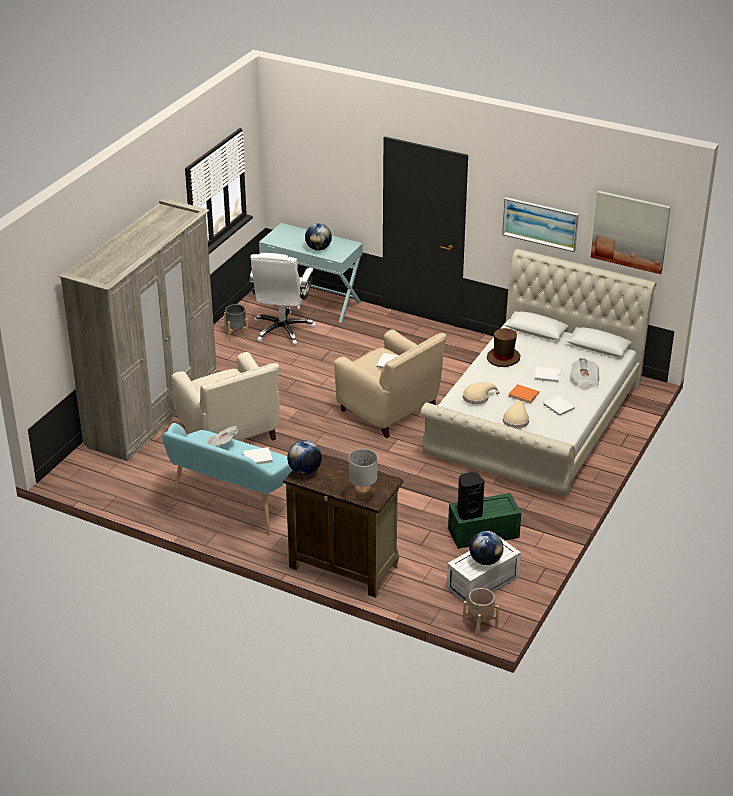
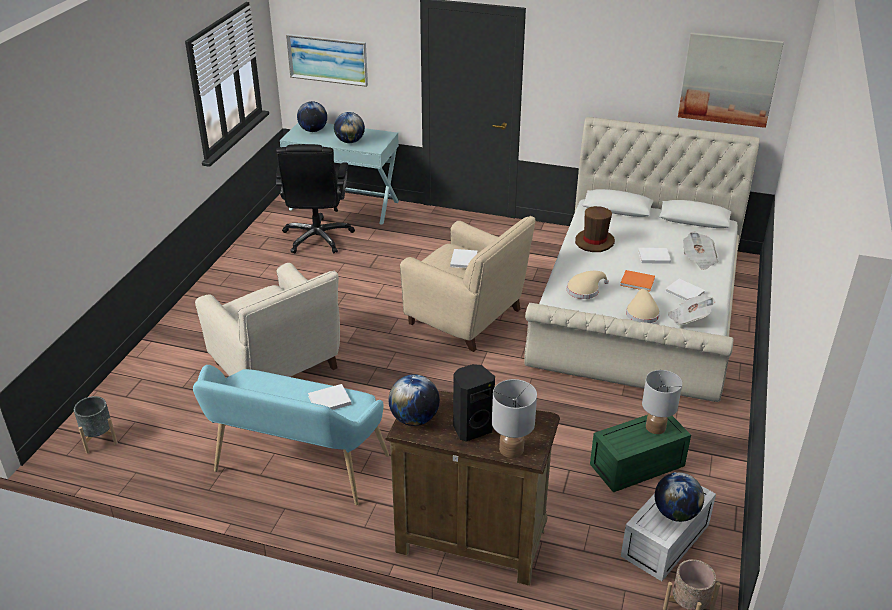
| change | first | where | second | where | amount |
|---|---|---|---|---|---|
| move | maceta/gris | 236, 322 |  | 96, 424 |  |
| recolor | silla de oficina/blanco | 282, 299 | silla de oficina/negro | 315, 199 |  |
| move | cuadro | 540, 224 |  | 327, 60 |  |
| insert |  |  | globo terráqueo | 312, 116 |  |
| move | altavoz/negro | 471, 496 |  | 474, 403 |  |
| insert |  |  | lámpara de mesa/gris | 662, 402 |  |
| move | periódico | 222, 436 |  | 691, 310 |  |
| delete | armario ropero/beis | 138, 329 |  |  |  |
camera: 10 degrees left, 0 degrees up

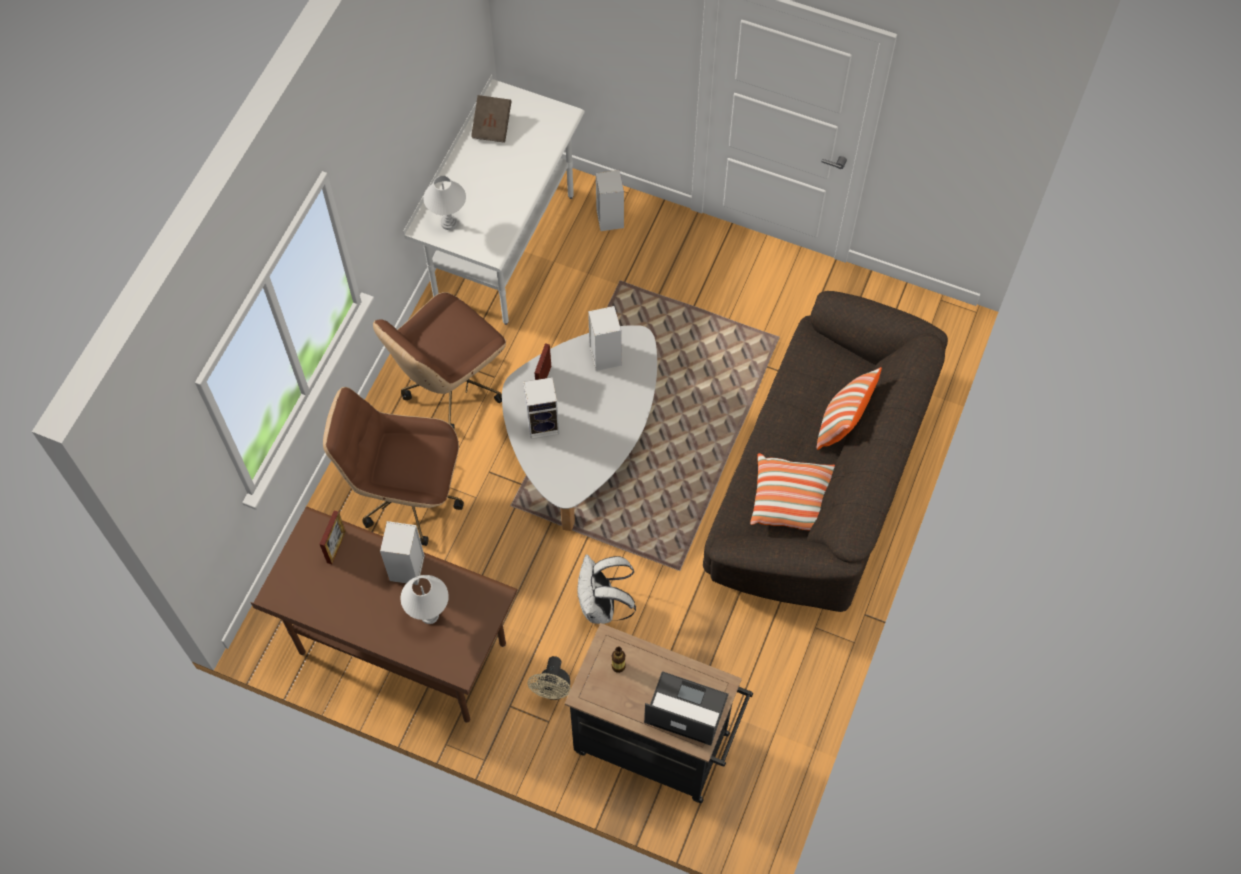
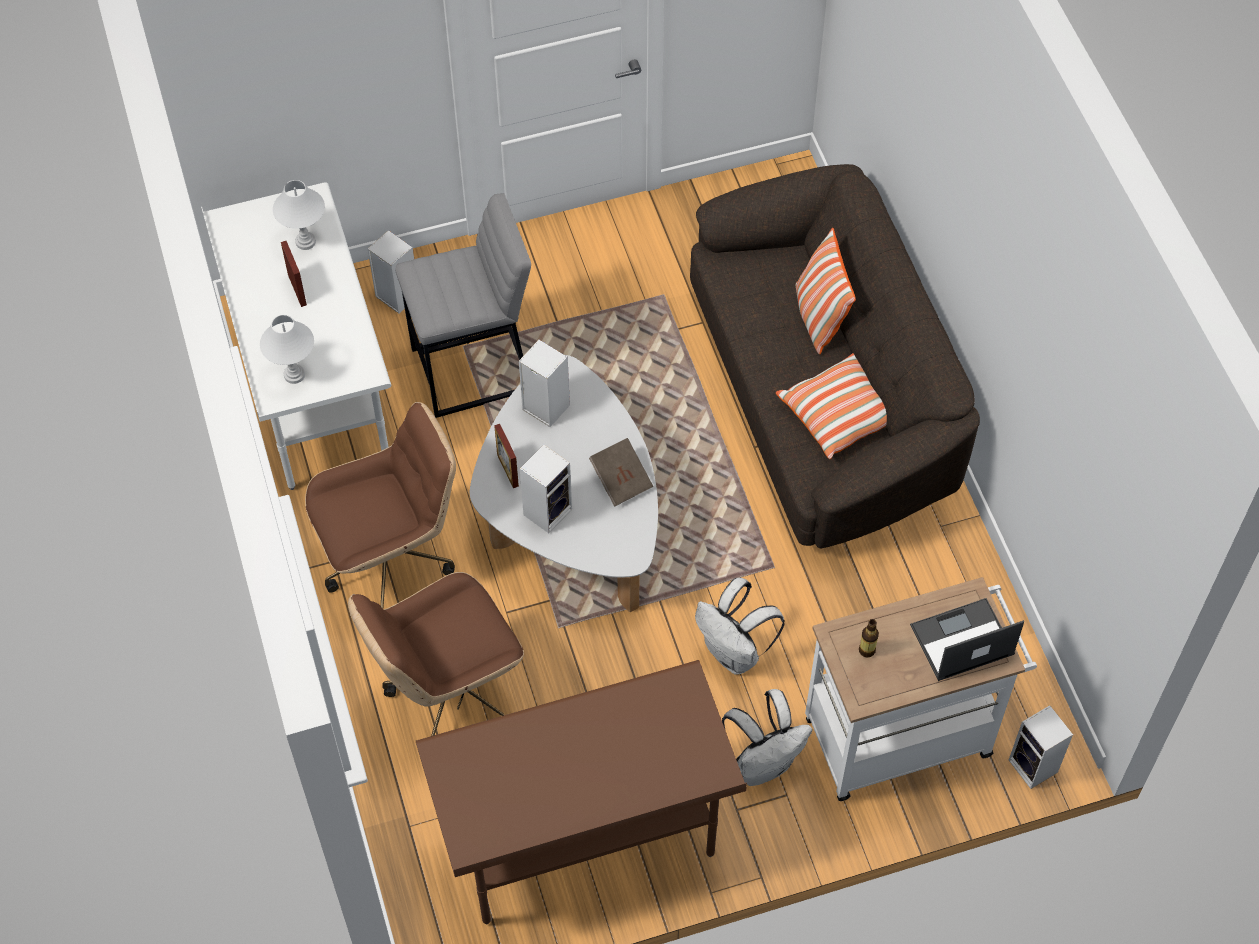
| change | first | where | second | where | amount |
|---|---|---|---|---|---|
| move | lámpara de mesa/blanco | 425, 599 |  | 299, 215 |  |
| move | portarretratos | 333, 537 |  | 294, 274 |  |
| rotate | silla de oficina/marrón | 439, 361 |  | 380, 505 | 120 degrees counterclockwise |
| insert |  |  | taburete/gris | 463, 305 |  |
| move | libro/marrón | 491, 119 |  | 621, 472 |  |
| replace | ventilador/beis | 549, 678 | mochila/blanco | 767, 737 |  |
| recolor | carrito/negro | 659, 713 | carrito/blanco | 921, 689 |  |
| move | altavoz | 402, 553 |  | 1041, 747 |  |
camera: 40 degrees left, 5 degrees down

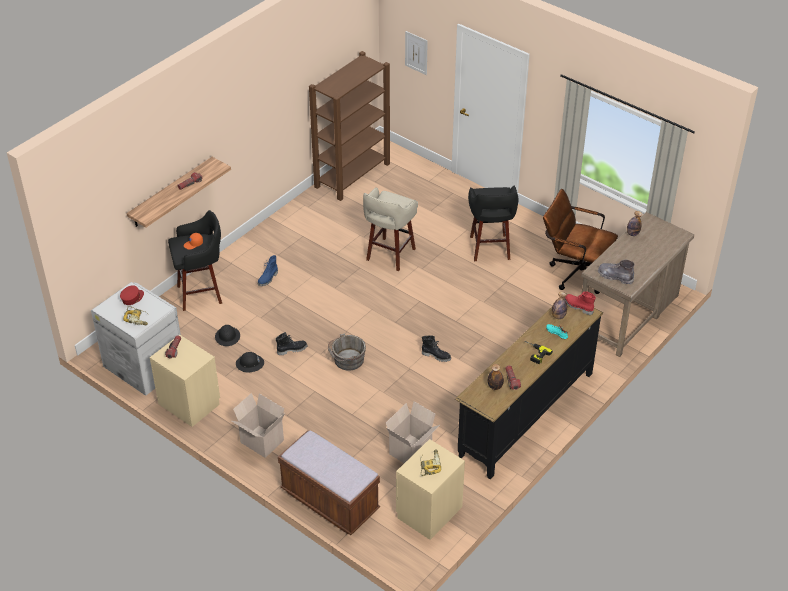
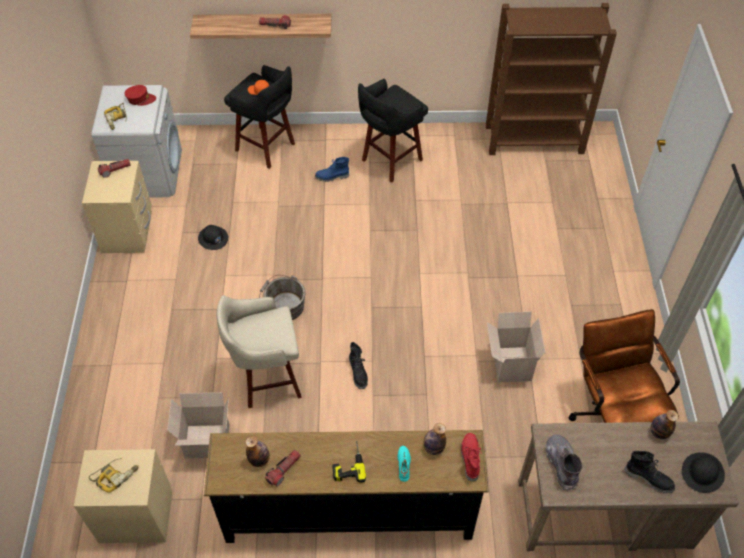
| change | first | where | second | where | amount |
|---|---|---|---|---|---|
| move | taburete/beis | 390, 229 |  | 259, 351 |  |
| move | taburete/negro | 493, 223 |  | 393, 131 |  |
| move | caja de cartón | 258, 425 |  | 516, 347 |  |
| move | bota/negro | 292, 344 |  | 650, 472 |  |
| move | casco/negro | 227, 335 |  | 703, 472 |  |
| delete | banco/marrón | 329, 482 |  |  |  |
| delete | cuadro | 416, 53 |  |  |  |
camera: 50 degrees right, 10 degrees up

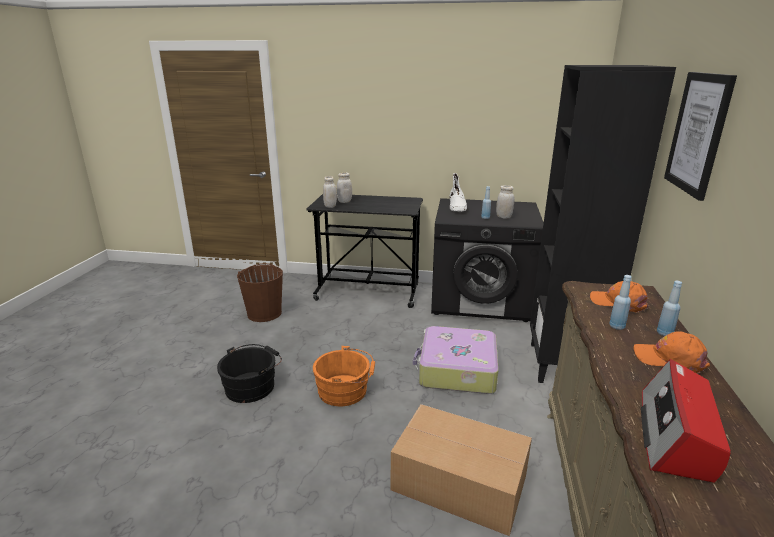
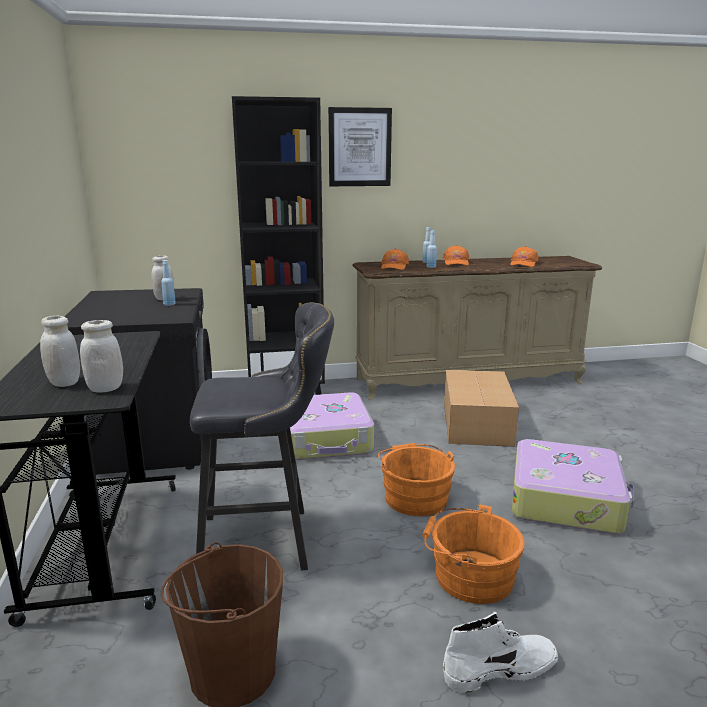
| change | first | where | second | where | amount |
|---|---|---|---|---|---|
| insert |  |  | taburete/negro | 262, 436 |  |
| recolor | cubo/negro | 249, 373 | cubo/naranja | 473, 554 |  |
| move | bota/blanco | 459, 192 |  | 500, 652 |  |
| replace | radio | 686, 421 | gorra/naranja | 524, 256 |  |
| insert |  |  | maleta | 573, 486 |  |
camera: 110 degrees left, 5 degrees down

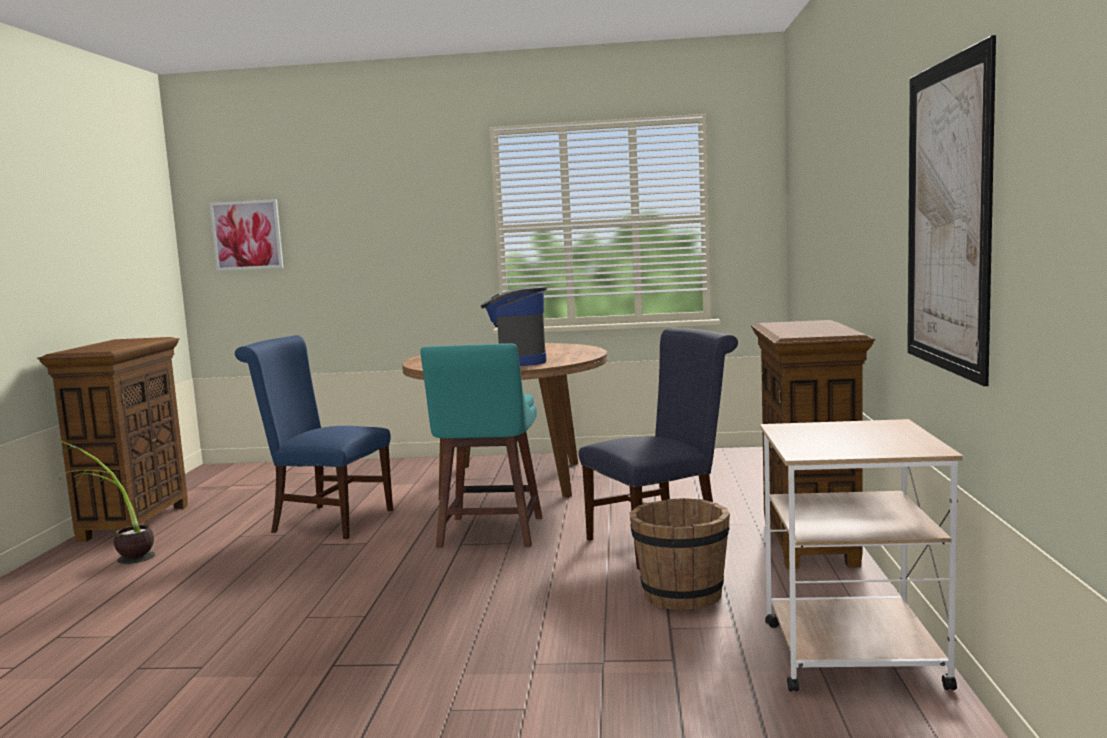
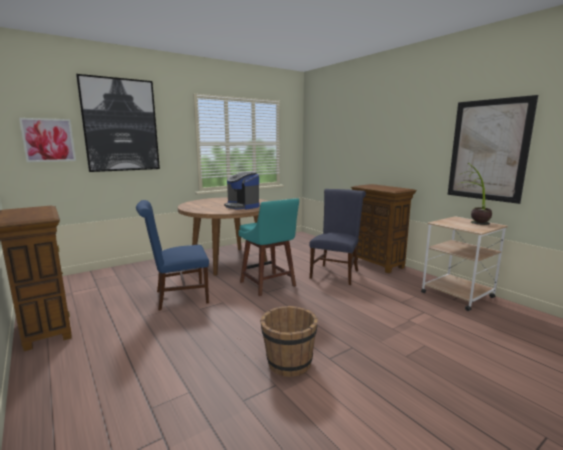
| change | first | where | second | where | amount |
|---|---|---|---|---|---|
| insert |  |  | cuadro | 118, 123 |  |
| move | cubo/marrón | 680, 554 |  | 289, 341 |  |
| move | planta en maceta | 105, 502 |  | 474, 194 |  |
camera: 40 degrees left, 5 degrees up

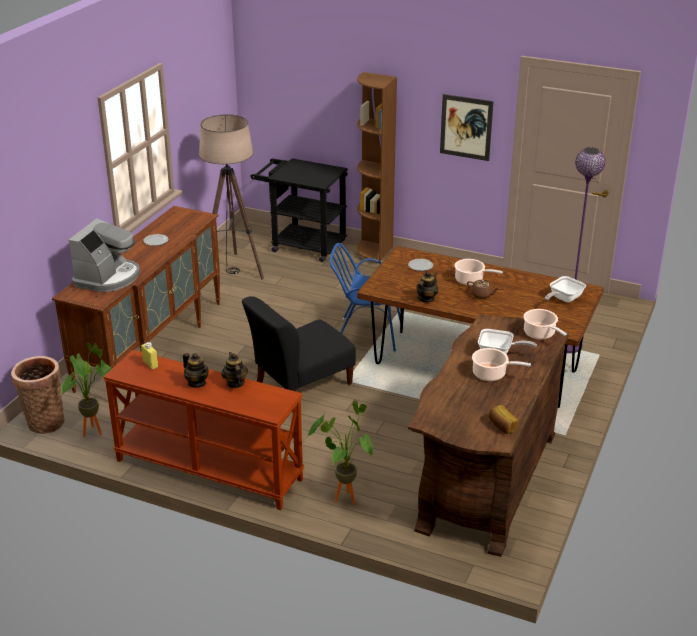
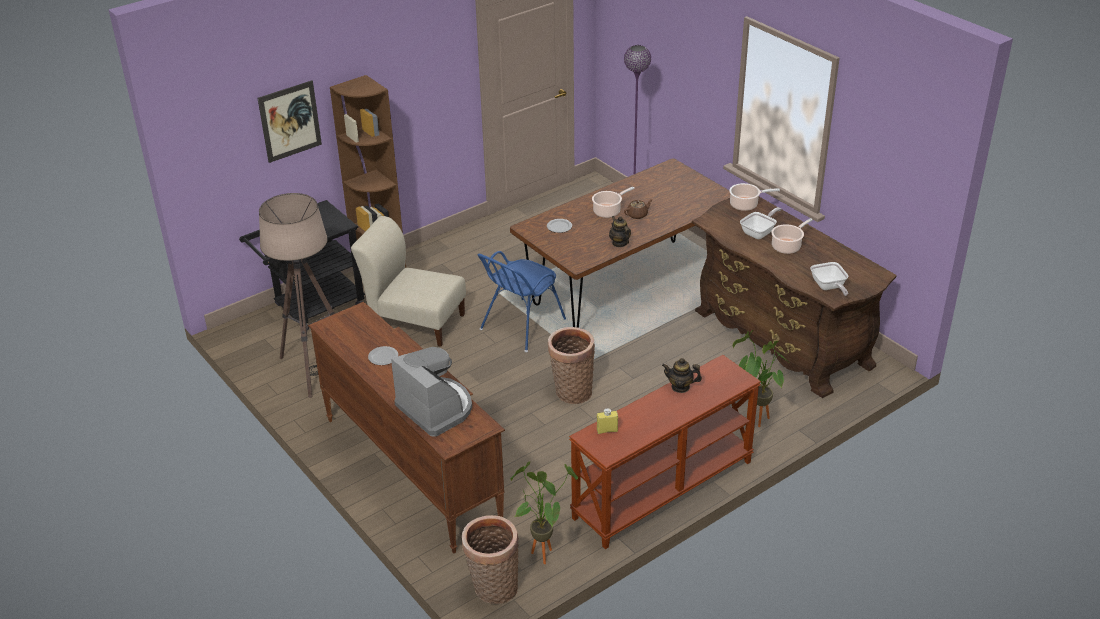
| change | first | where | second | where | amount |
|---|---|---|---|---|---|
| move | cuadro | 467, 127 |  | 290, 121 |  |
| insert |  |  | silla/beis | 408, 281 |  |
| replace | silla/negro | 299, 343 | cesta | 571, 365 |  |
| move | sartén | 565, 289 |  | 829, 279 |  |
| delete | tetera | 196, 370 |  |  |  |
| delete | pan | 503, 419 |  |  |  |
camera: 60 degrees left, 5 degrees up

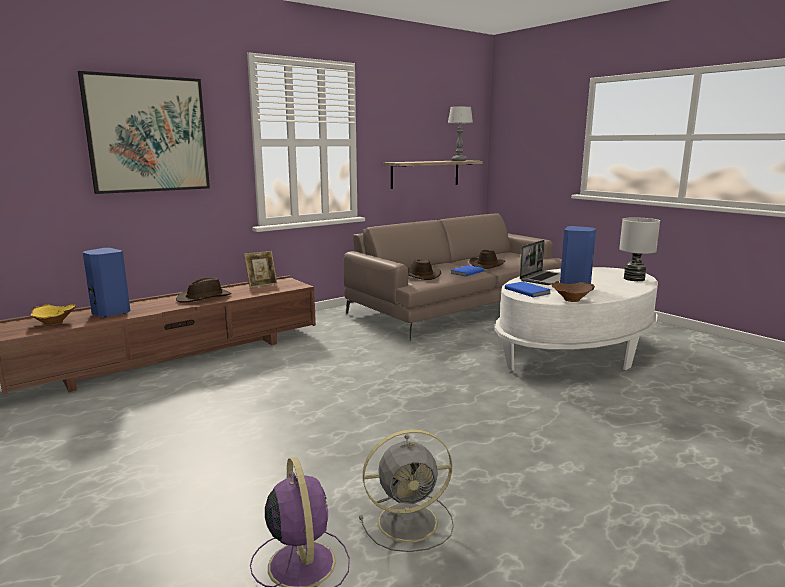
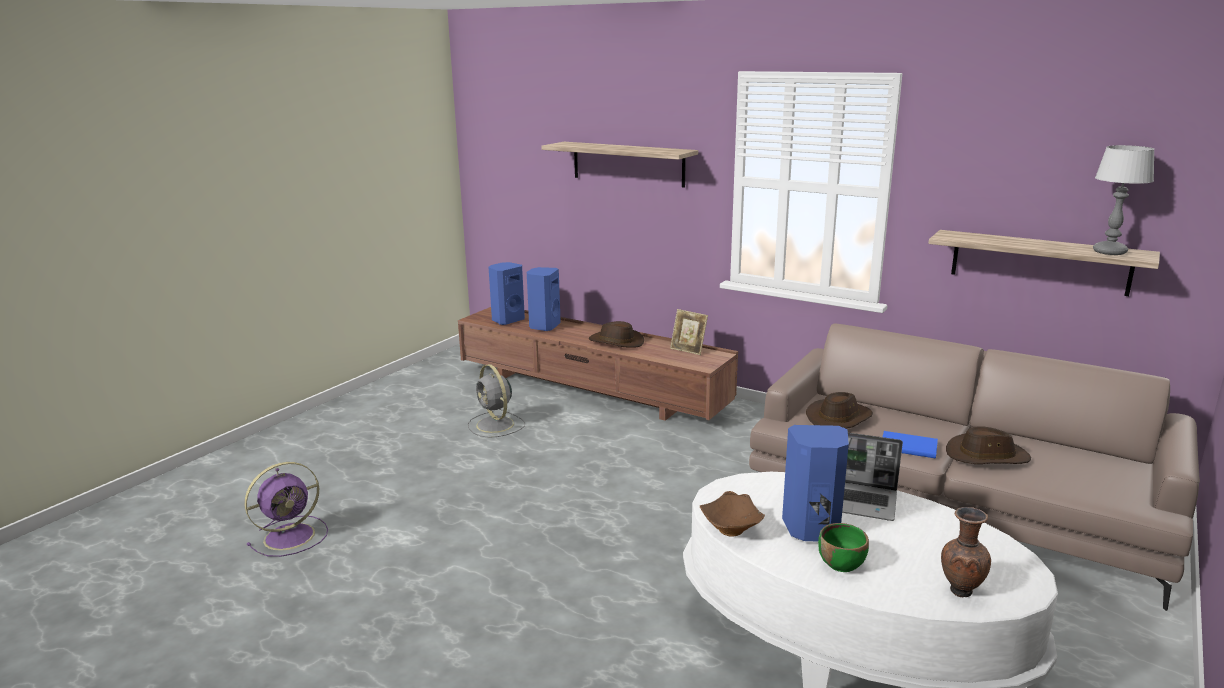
| change | first | where | second | where | amount |
|---|---|---|---|---|---|
| move | ventilador/gris | 406, 490 |  | 496, 401 |  |
| replace | cuenco/amarillo | 52, 315 | altavoz/azul | 507, 293 |  |
| replace | cuadro | 144, 132 | estante | 619, 165 |  |
| insert |  |  | cuenco/verde | 843, 547 |  |
| replace | lámpara de mesa/gris | 639, 249 | florero/marrón | 966, 552 |  |
| delete | libro/azul | 528, 289 |  |  |  |
camera: 70 degrees right, 5 degrees up

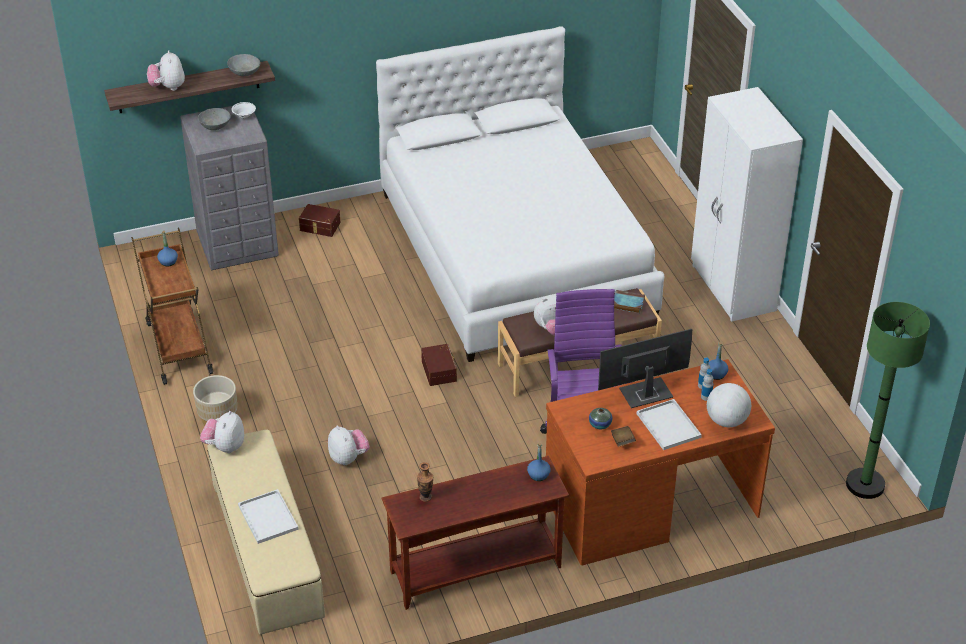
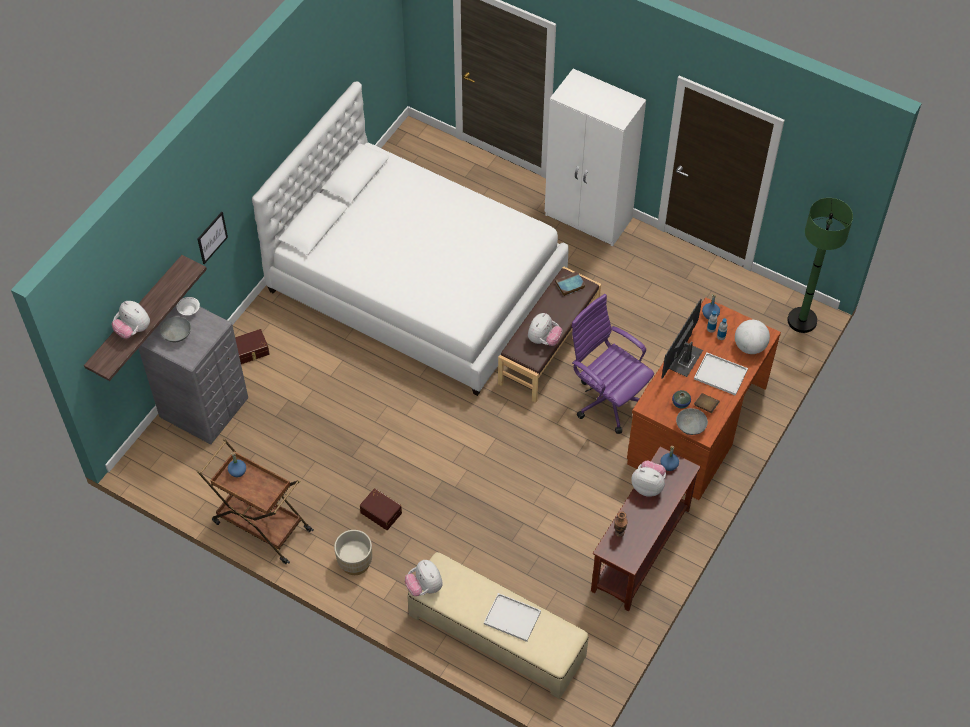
| change | first | where | second | where | amount |
|---|---|---|---|---|---|
| insert |  |  | cuadro | 213, 238 |  |
| move | caja de almacenaje/marrón | 439, 365 |  | 381, 509 |  |
| move | peluche | 349, 445 |  | 649, 478 |  |
| move | cuenco/gris | 243, 65 |  | 692, 421 |  |
camera: 40 degrees left, 15 degrees up

